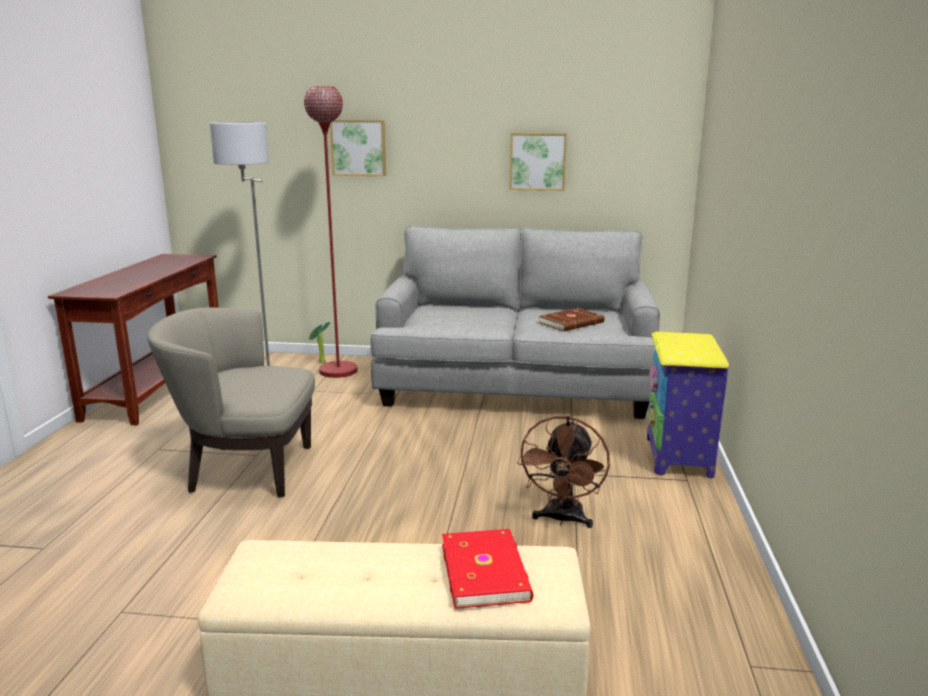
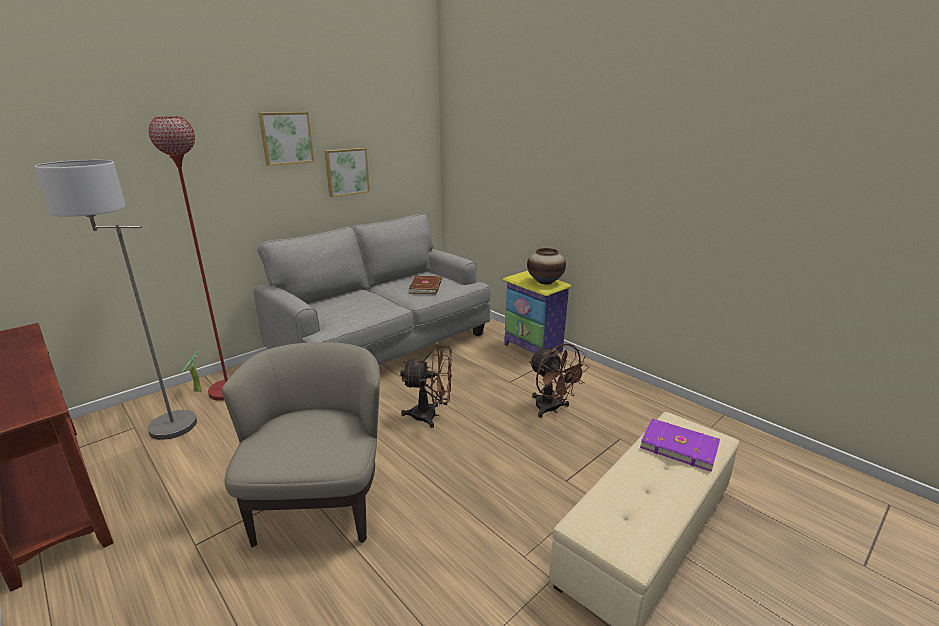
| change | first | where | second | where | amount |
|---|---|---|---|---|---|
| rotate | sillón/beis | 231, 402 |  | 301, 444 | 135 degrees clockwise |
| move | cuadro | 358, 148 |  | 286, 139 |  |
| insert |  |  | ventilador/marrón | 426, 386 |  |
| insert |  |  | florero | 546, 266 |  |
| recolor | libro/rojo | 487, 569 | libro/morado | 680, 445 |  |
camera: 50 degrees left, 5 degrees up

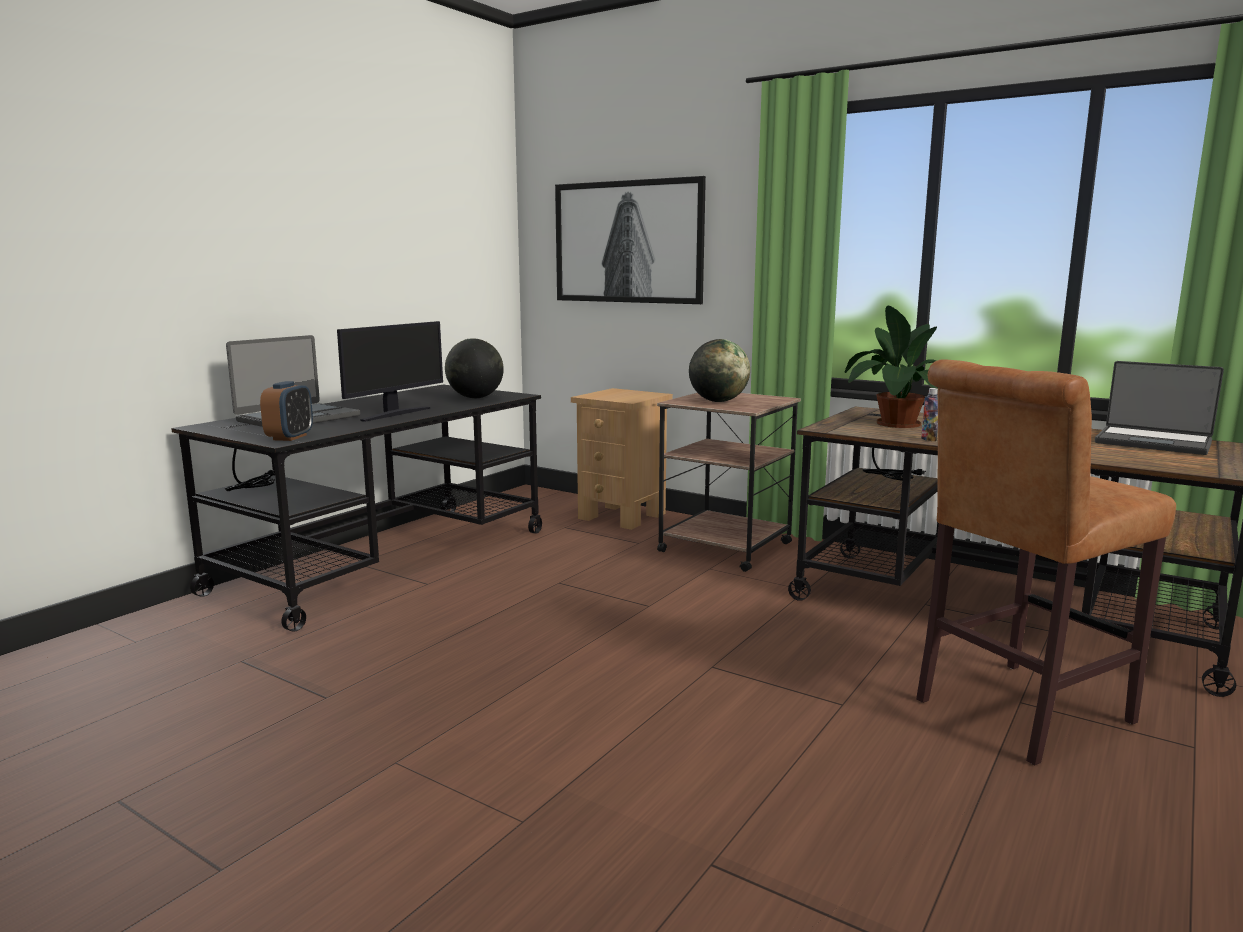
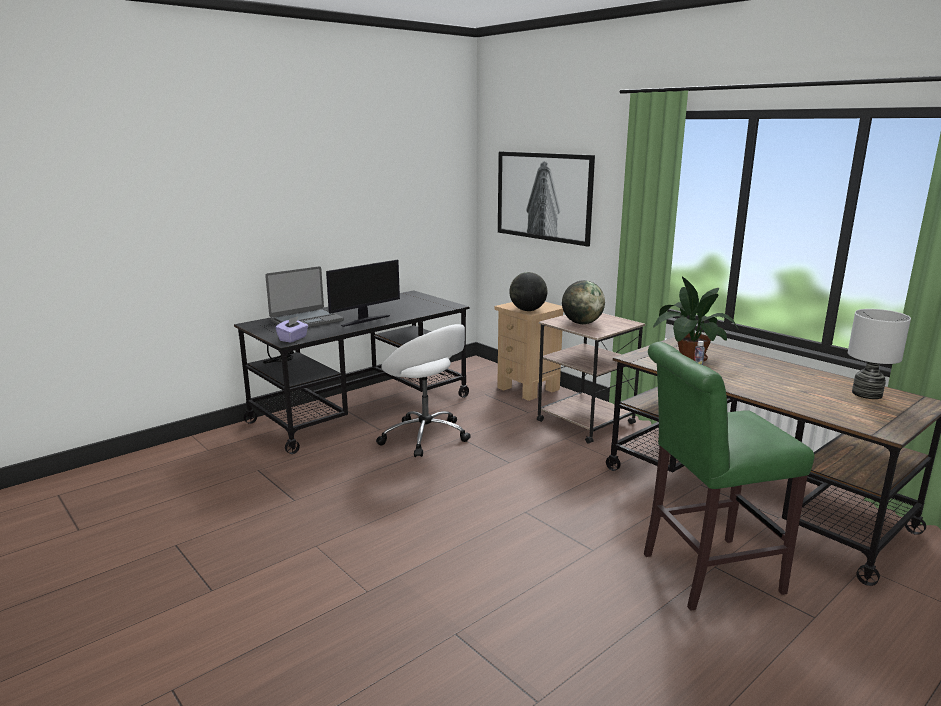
| change | first | where | second | where | amount |
|---|---|---|---|---|---|
| replace | despertador | 286, 411 | caja de pañuelos/morado | 291, 329 |  |
| insert |  |  | silla de oficina/blanco | 423, 390 |  |
| move | globo terráqueo | 474, 368 |  | 528, 291 |  |
| recolor | taburete/marrón | 1046, 562 | taburete/verde | 729, 476 |  |
| replace | portátil | 1159, 408 | lámpara de mesa/gris | 879, 354 |  |
camera: 15 degrees right, 5 degrees up

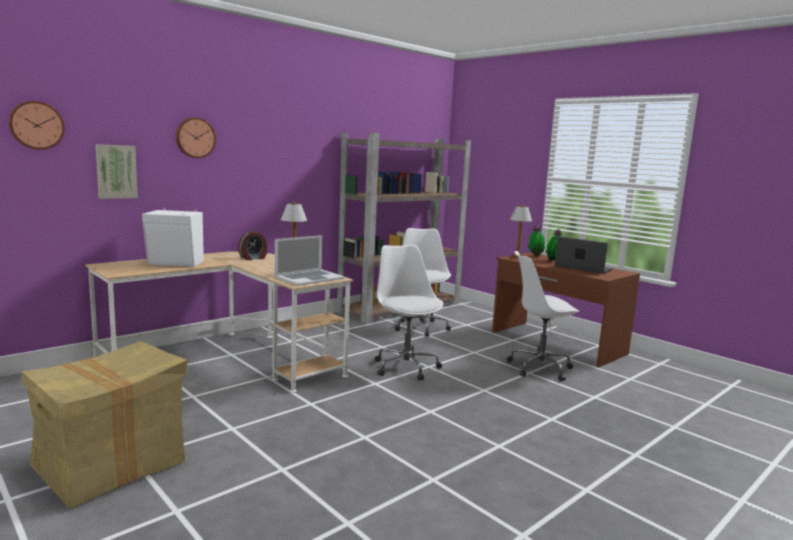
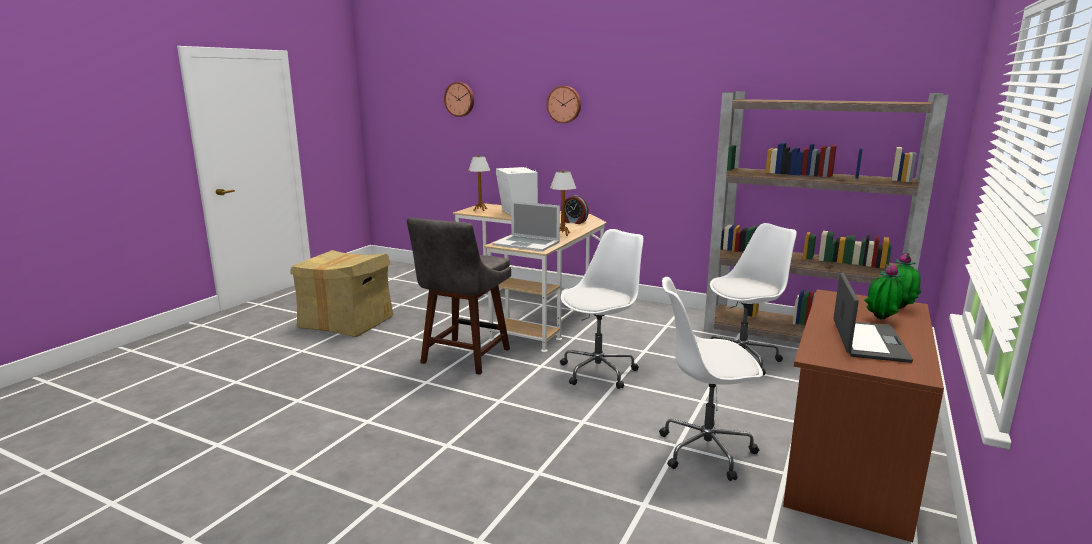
| change | first | where | second | where | amount |
|---|---|---|---|---|---|
| insert |  |  | taburete/gris | 459, 296 |  |
| move | lámpara de mesa | 521, 232 |  | 479, 183 |  |
| rotate | silla de oficina/blanco | 543, 316 |  | 711, 379 | 60 degrees counterclockwise |
| delete | cuadro | 116, 171 |  |  |  |
camera: 70 degrees right, 5 degrees up

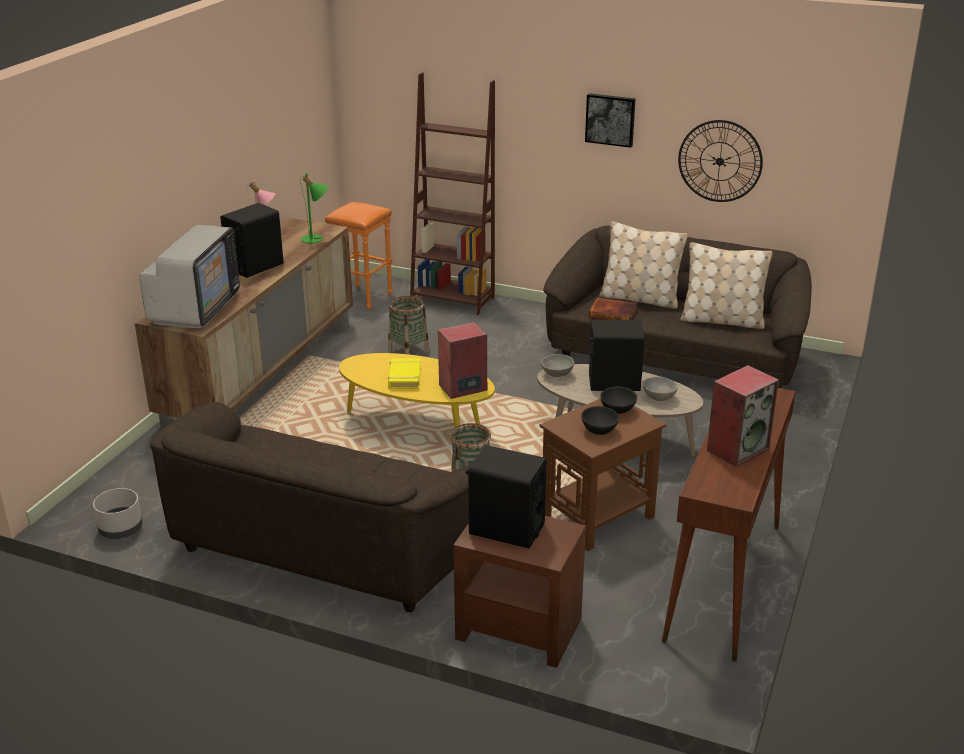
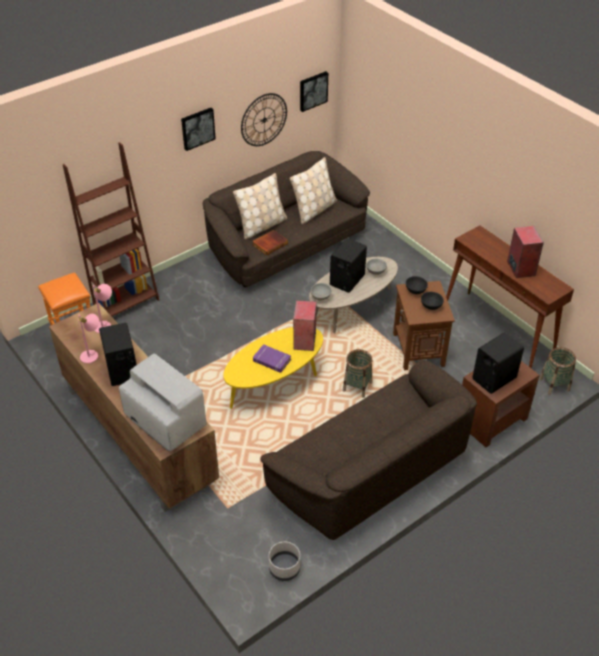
| change | first | where | second | where | amount |
|---|---|---|---|---|---|
| recolor | lámpara de mesa/verde | 314, 208 | lámpara de mesa/rosa | 102, 308 |  |
| recolor | libro/amarillo | 404, 373 | libro/morado | 272, 358 |  |
| insert |  |  | cuadro | 314, 91 |  |
| move | cesta | 409, 325 |  | 557, 371 |  |
camera: 60 degrees left, 15 degrees up

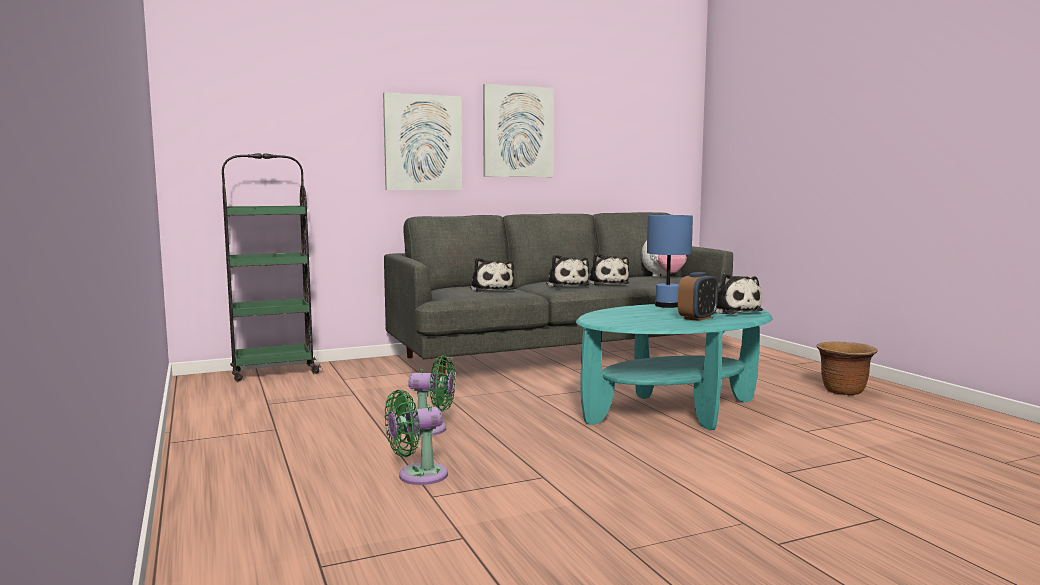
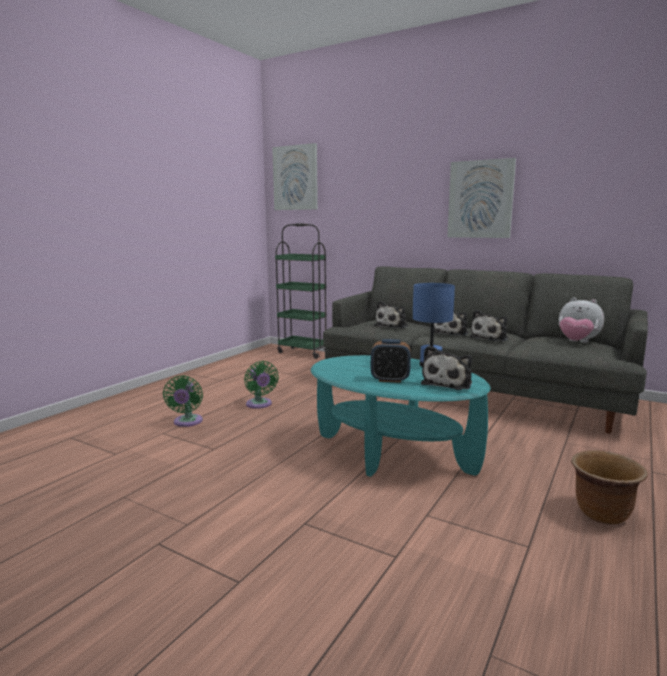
| change | first | where | second | where | amount |
|---|---|---|---|---|---|
| rotate | ventilador/verde | 416, 437 |  | 183, 401 | 120 degrees counterclockwise |
| move | cuadro | 422, 141 |  | 295, 176 |  |
camera: 55 degrees right, 5 degrees up

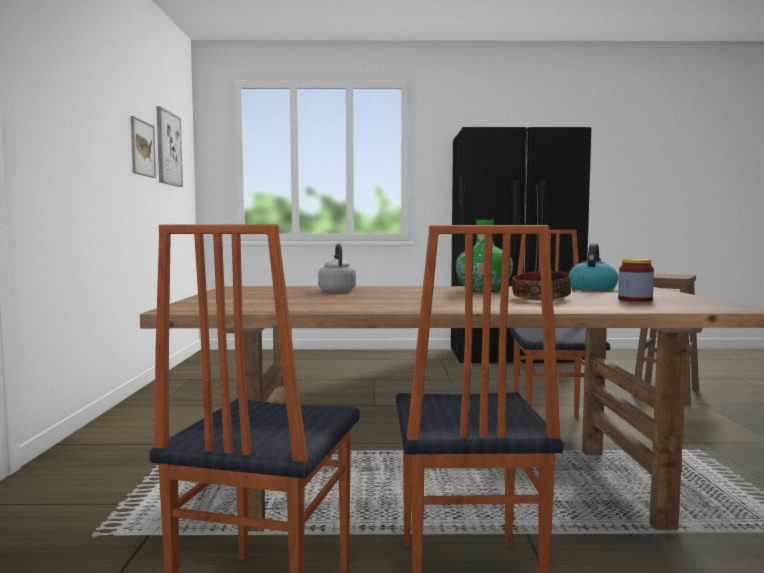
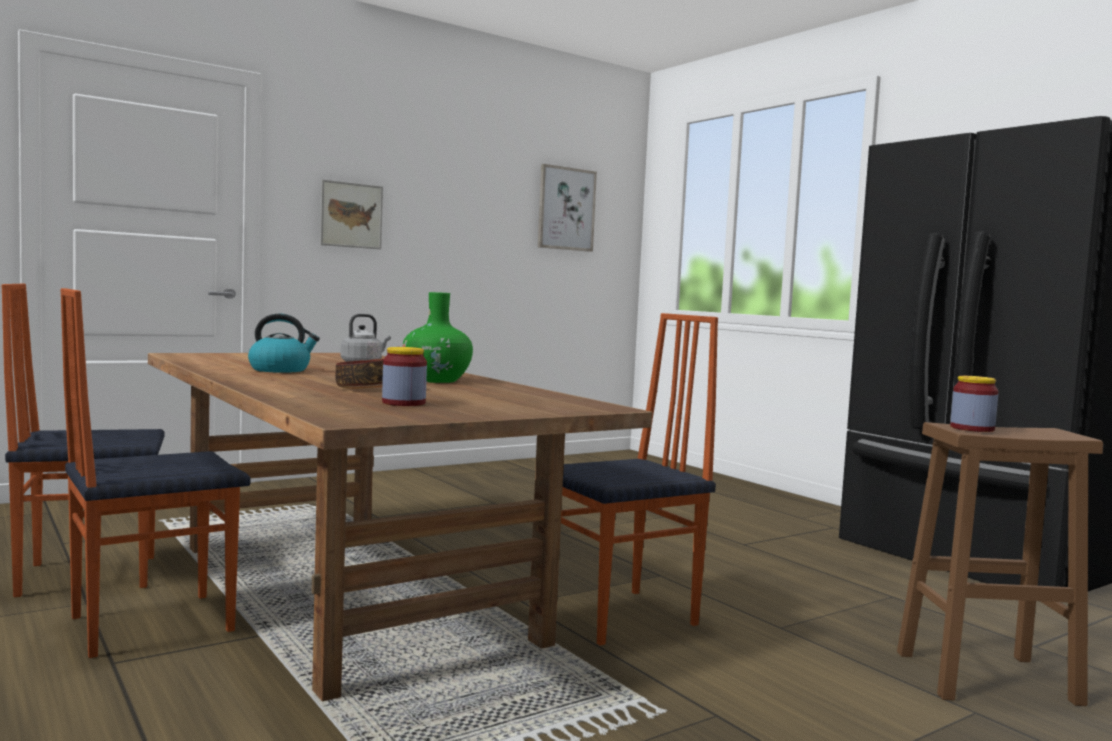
| change | first | where | second | where | amount |
|---|---|---|---|---|---|
| move | hervidor | 594, 266 |  | 284, 343 |  |
| move | cuadro | 143, 147 |  | 351, 214 |  |
| insert |  |  | tarro | 974, 404 |  |
camera: 55 degrees right, 0 degrees up

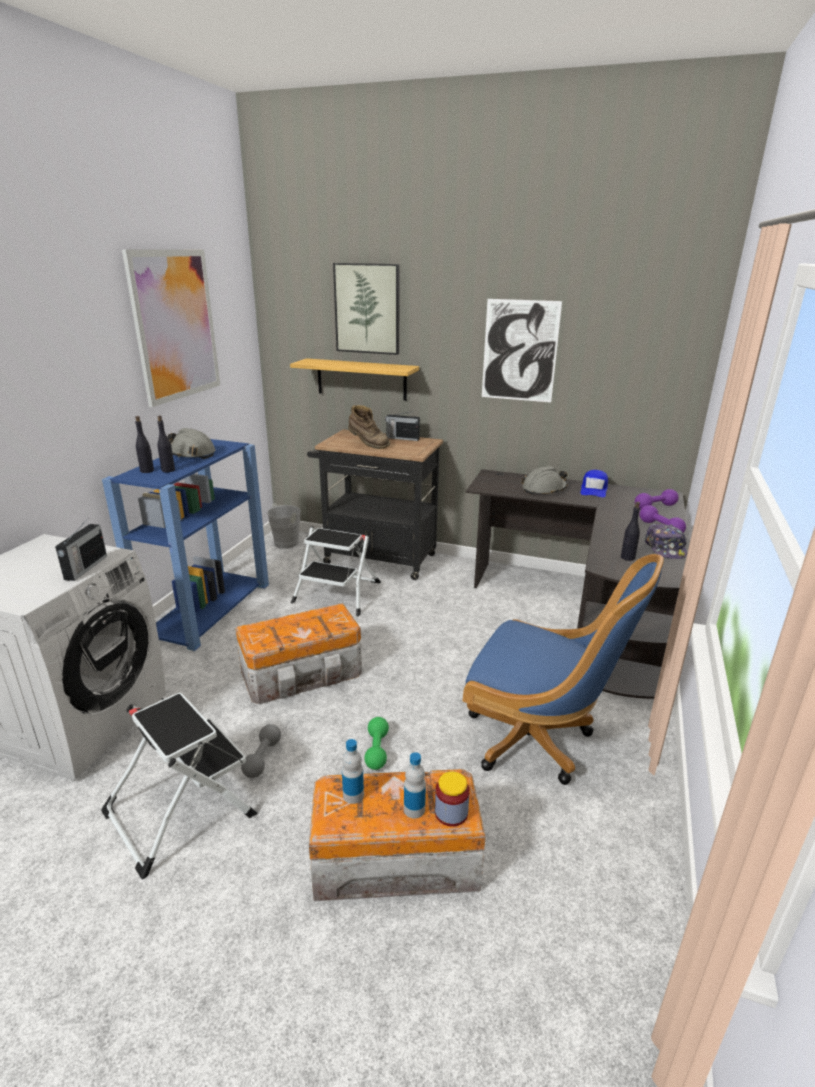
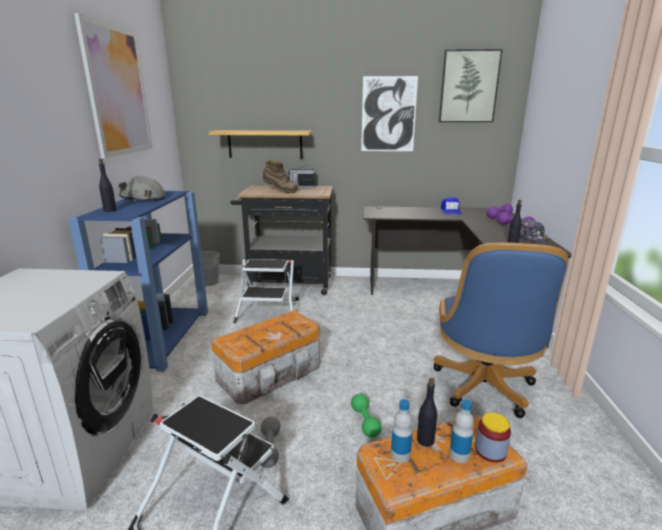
| change | first | where | second | where | amount |
|---|---|---|---|---|---|
| move | botella/negro | 166, 444 |  | 427, 412 |  |
| rotate | silla de oficina/azul | 563, 669 |  | 500, 330 | 90 degrees clockwise |
| move | cuadro | 366, 309 |  | 471, 85 |  |
| delete | radio | 81, 551 |  |  |  |
| delete | casco/gris | 545, 480 |  |  |  |
camera: 15 degrees left, 5 degrees down

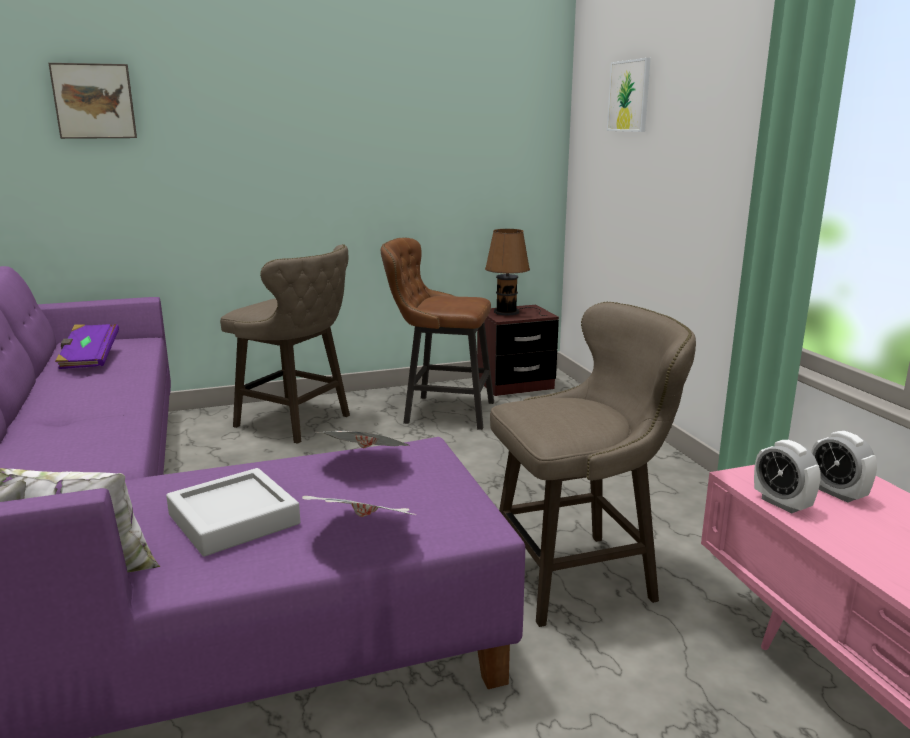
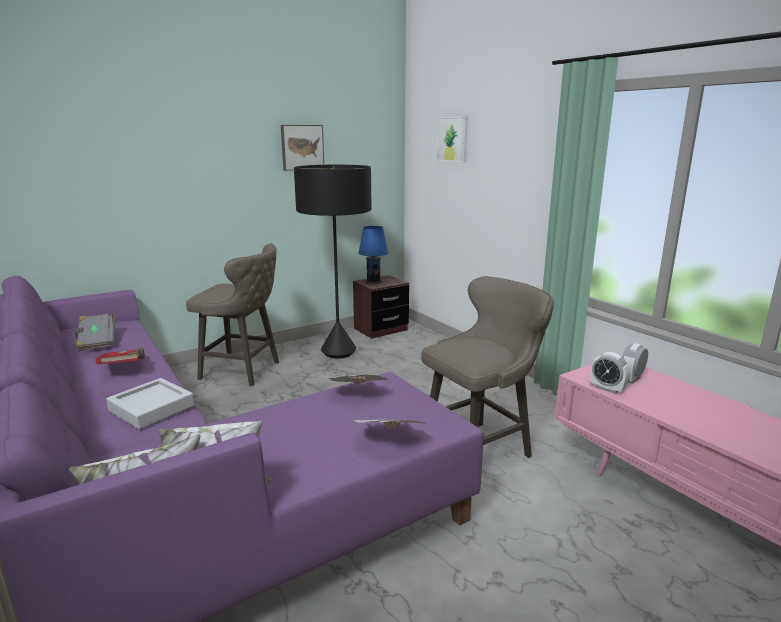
| change | first | where | second | where | amount |
|---|---|---|---|---|---|
| recolor | libro/morado | 87, 346 | libro/gris | 95, 332 |  |
| insert |  |  | libro/rojo | 120, 356 |  |
| move | bandeja/gris | 233, 512 |  | 150, 403 |  |
| move | cuadro | 92, 101 |  | 302, 148 |  |
| replace | taburete/marrón | 437, 334 | lámpara de pie/negro | 332, 262 |  |
| recolor | lámpara de mesa/marrón | 516, 272 | lámpara de mesa/azul | 379, 255 |  |
| rotate | despertador | 844, 467 |  | 635, 363 | 90 degrees clockwise |
camera: 15 degrees left, 0 degrees up

